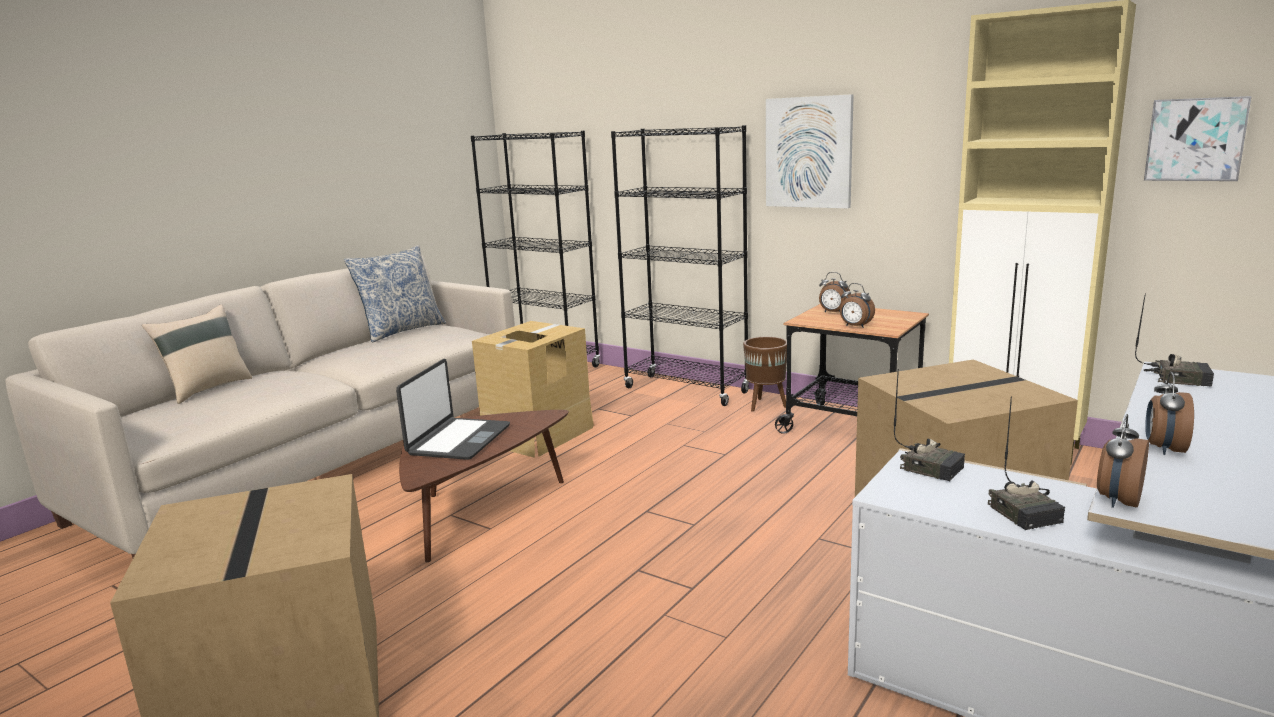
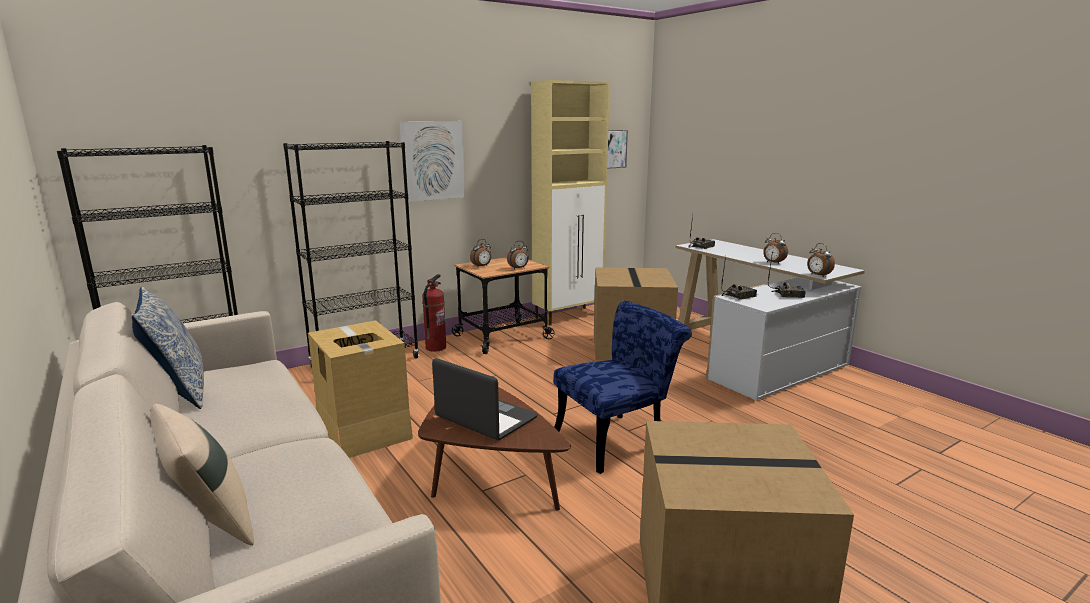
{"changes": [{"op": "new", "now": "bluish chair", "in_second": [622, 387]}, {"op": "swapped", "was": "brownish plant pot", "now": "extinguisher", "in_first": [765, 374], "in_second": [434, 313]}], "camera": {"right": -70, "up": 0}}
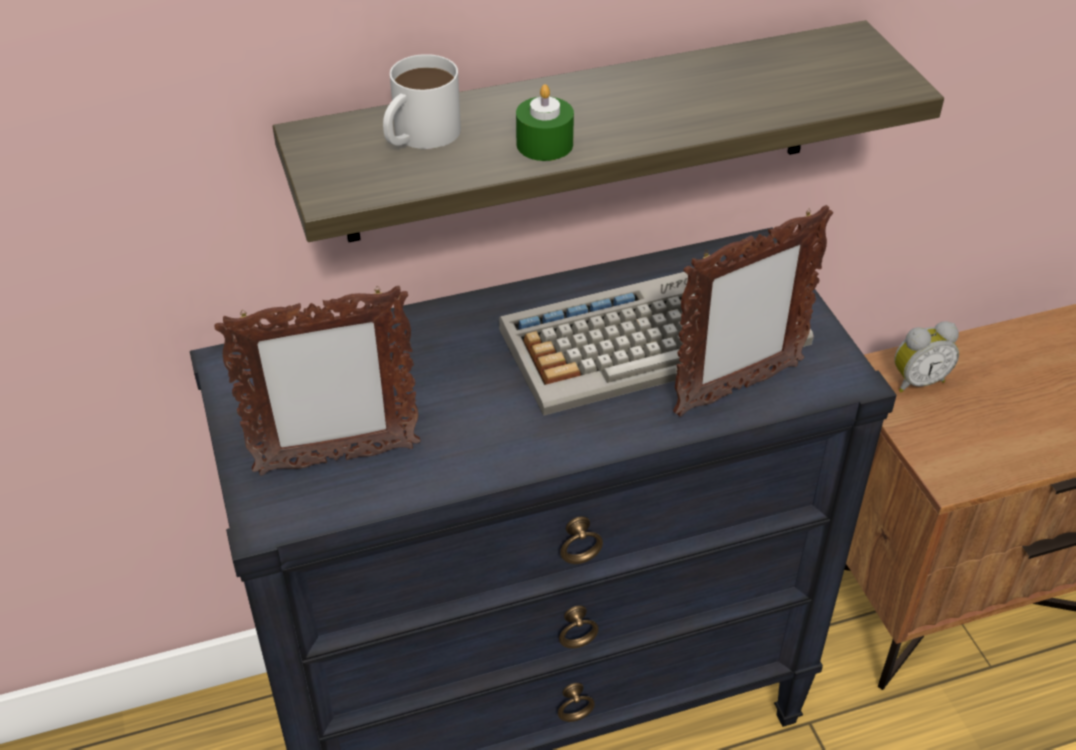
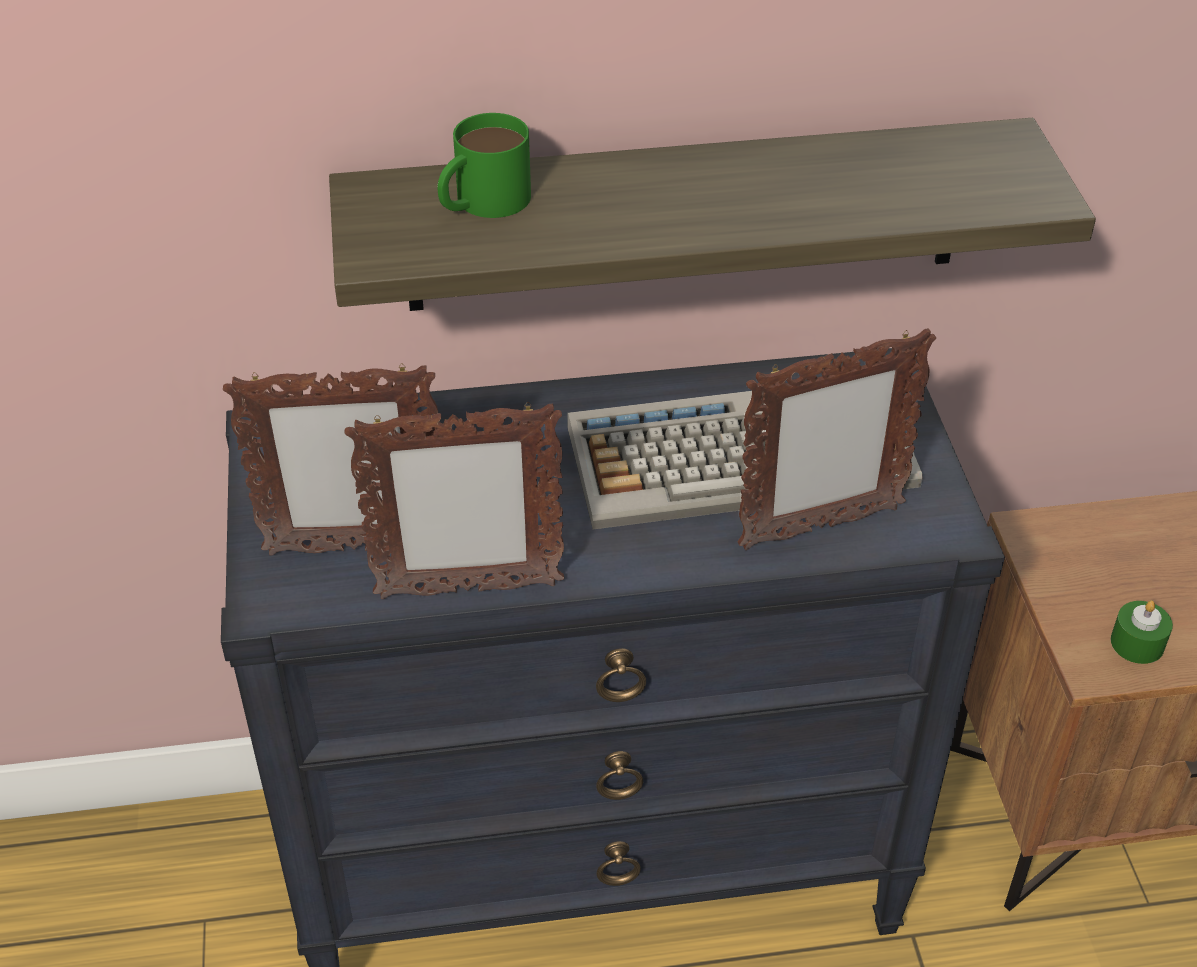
{"changes": [{"op": "gone", "was": "bedside clock", "in_first": [926, 357]}, {"op": "new", "now": "standing frame", "in_second": [454, 500]}, {"op": "shifted", "was": "greenish wax light", "in_first": [545, 122], "in_second": [1142, 632]}, {"op": "repainted", "was": "whitish coffee mug", "now": "greenish coffee mug", "in_first": [422, 101], "in_second": [484, 165]}], "camera": {"right": 10, "up": 0}}
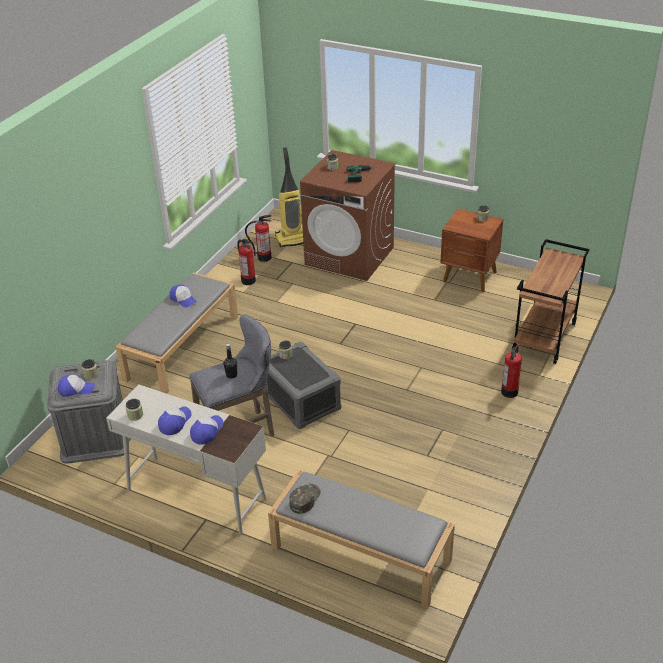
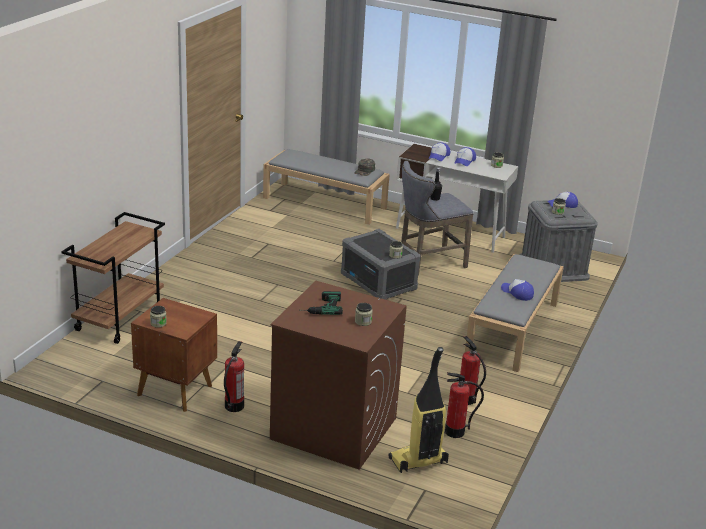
{"changes": [{"op": "shifted", "was": "extinguisher", "in_first": [511, 371], "in_second": [234, 376]}], "camera": {"right": 175, "up": -10}}
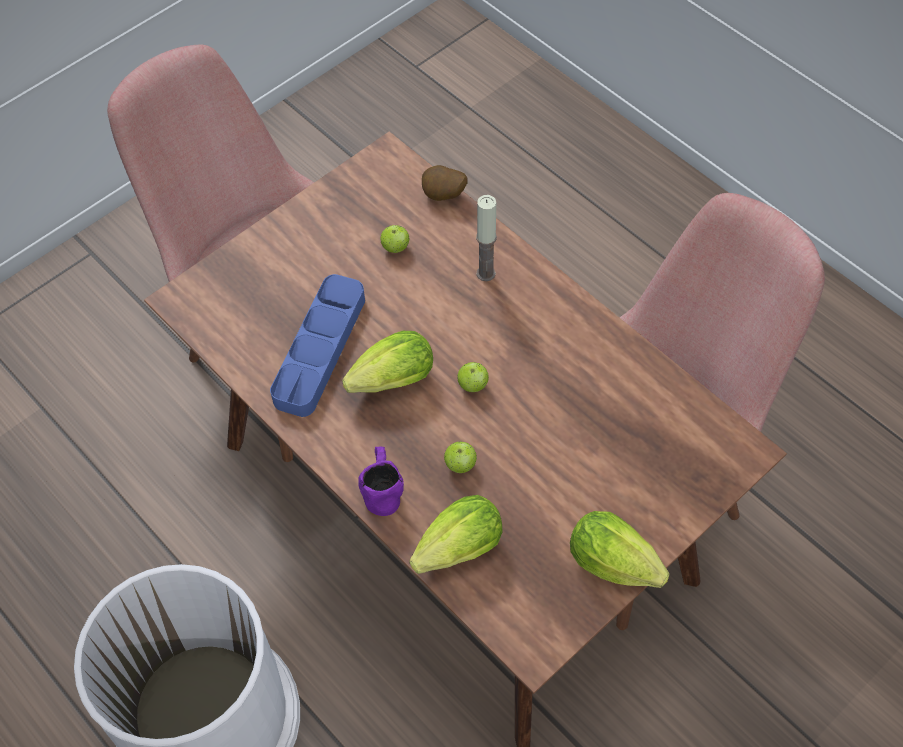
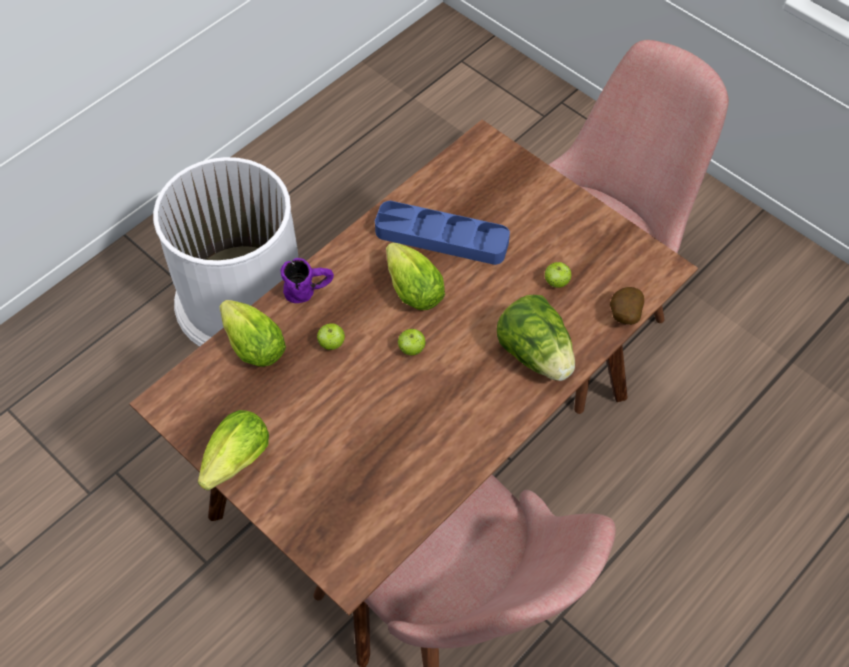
{"changes": [{"op": "swapped", "was": "wax light", "now": "lettuce", "in_first": [486, 238], "in_second": [536, 338]}], "camera": {"right": 85, "up": 0}}
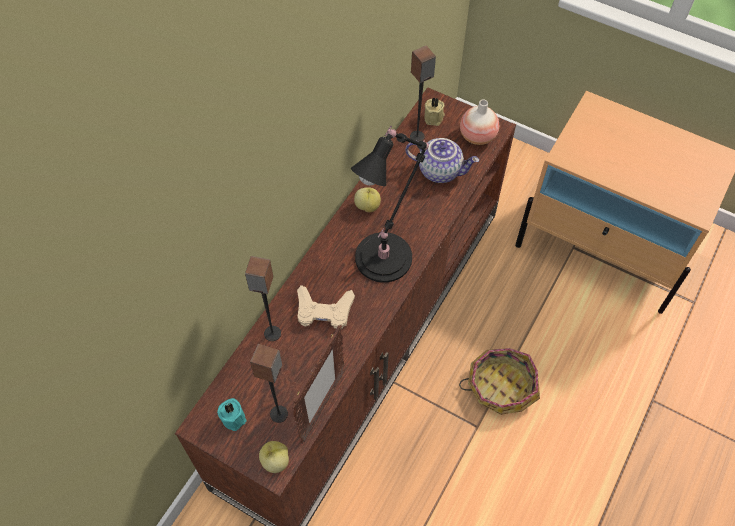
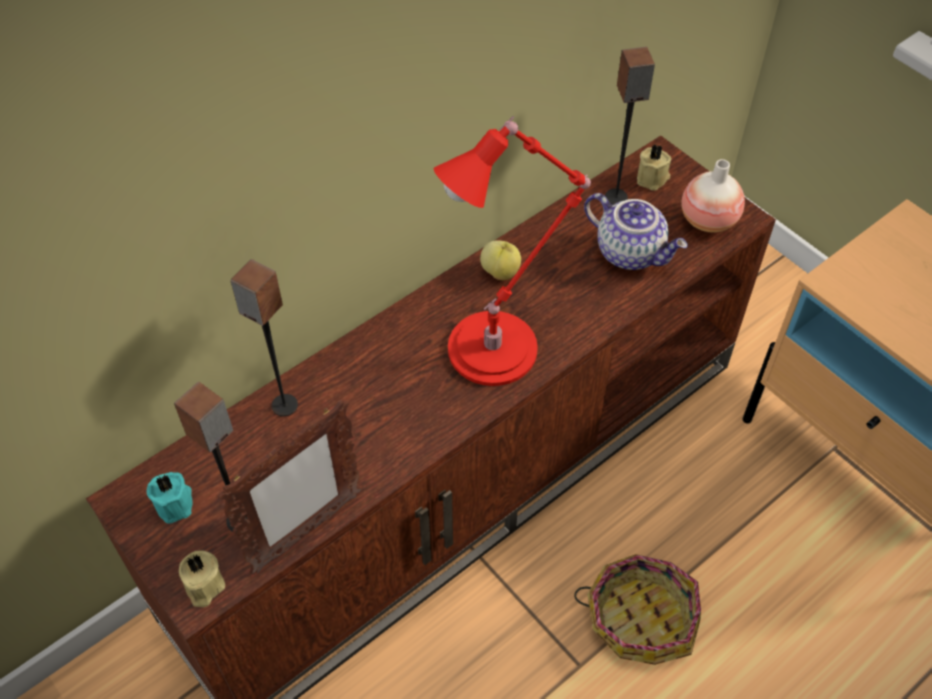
{"changes": [{"op": "gone", "was": "beige-coloured game controller", "in_first": [326, 307]}, {"op": "swapped", "was": "apple", "now": "beige-coloured wax light", "in_first": [274, 457], "in_second": [202, 579]}, {"op": "repainted", "was": "black-coloured table lamp", "now": "reddish table lamp", "in_first": [390, 204], "in_second": [512, 251]}], "camera": {"right": 20, "up": -5}}
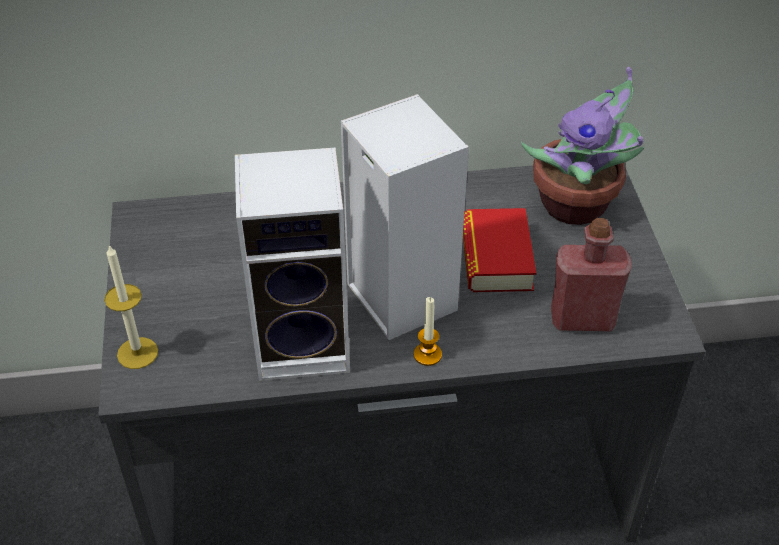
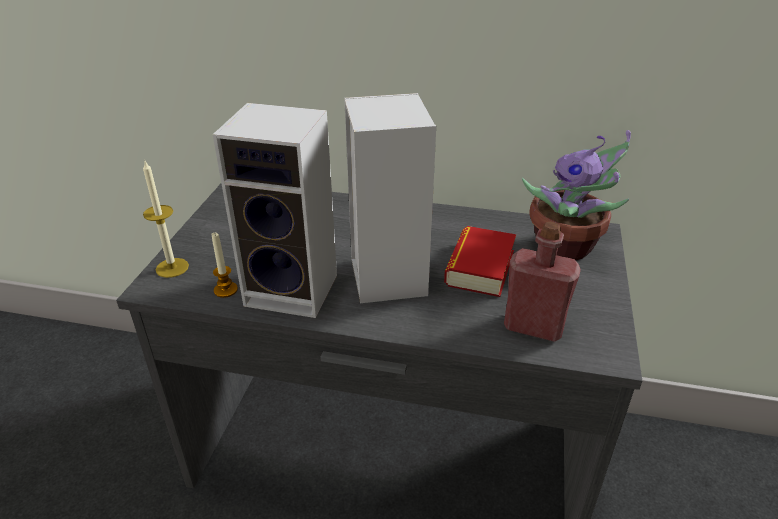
{"changes": [{"op": "shifted", "was": "wax light", "in_first": [428, 331], "in_second": [224, 265]}], "camera": {"right": 20, "up": -10}}
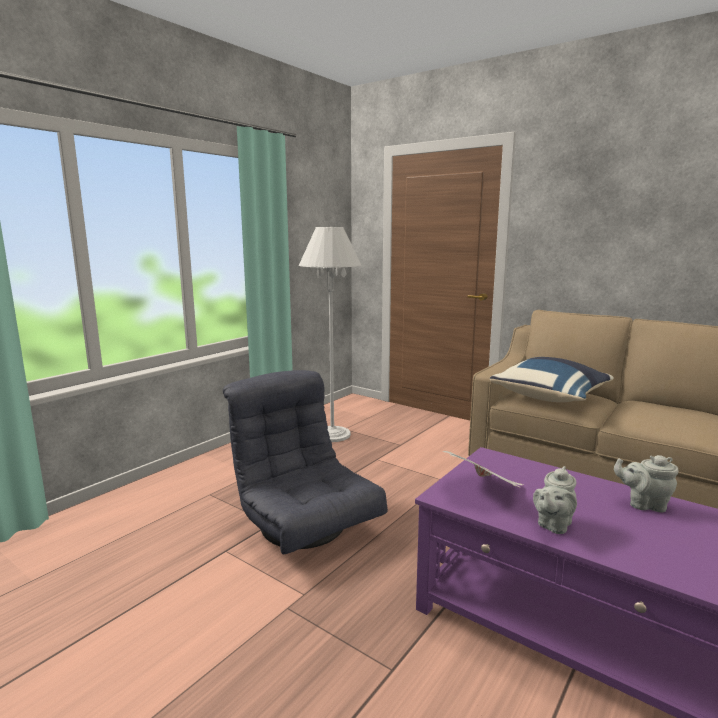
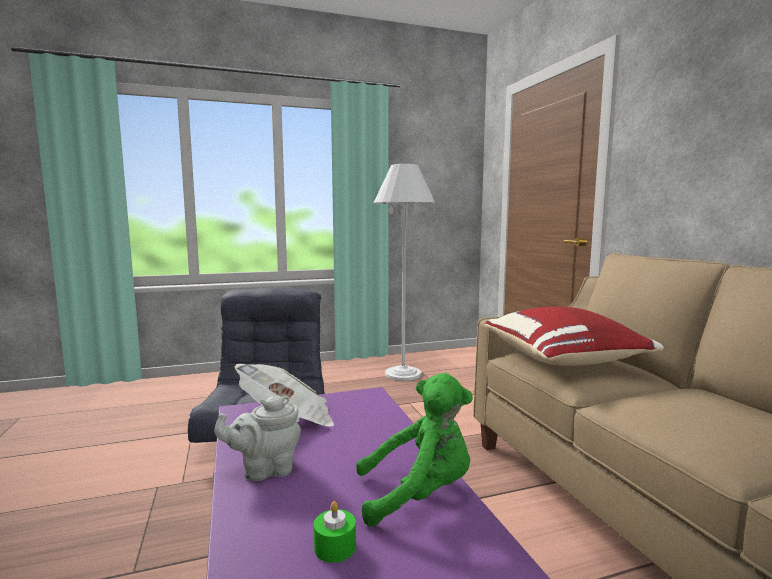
{"changes": [{"op": "new", "now": "greenish wax light", "in_second": [335, 532]}, {"op": "swapped", "was": "grey tea pot", "now": "greenish soft toy", "in_first": [646, 483], "in_second": [414, 450]}, {"op": "repainted", "was": "bluish cushion", "now": "reddish cushion", "in_first": [552, 379], "in_second": [574, 336]}], "camera": {"right": 35, "up": -5}}
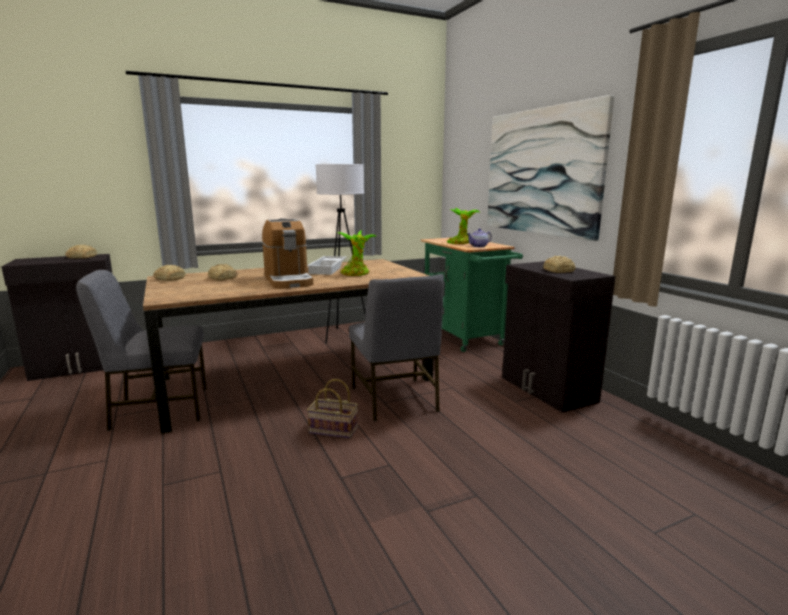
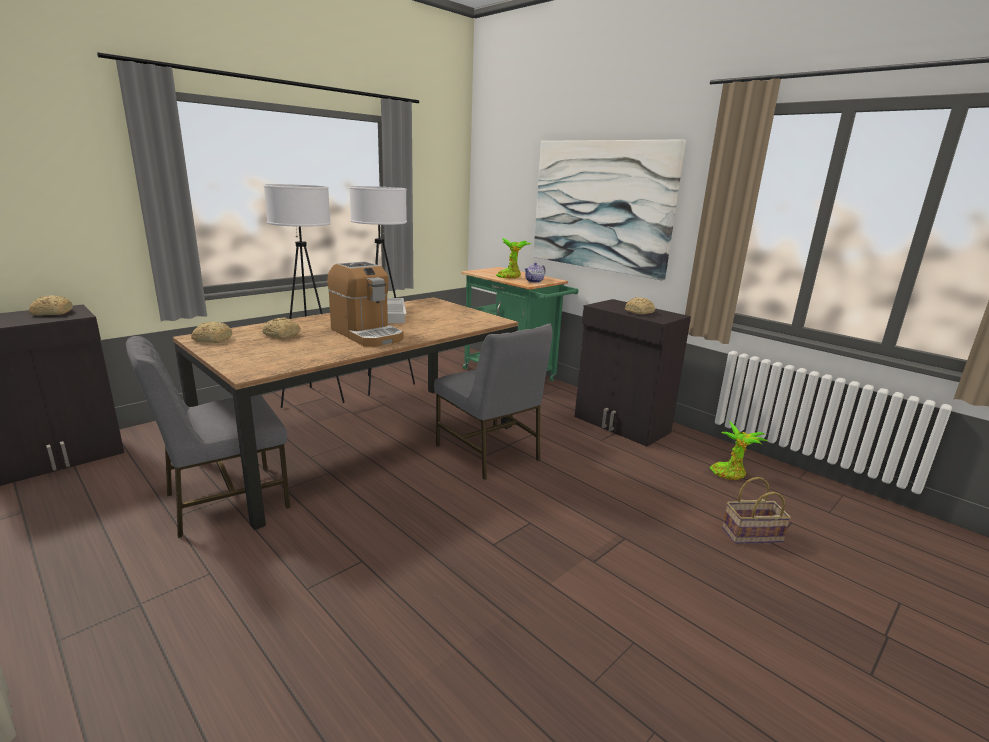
{"changes": [{"op": "new", "now": "whitish standing lamp", "in_second": [304, 296]}, {"op": "shifted", "was": "storage basket", "in_first": [332, 409], "in_second": [756, 510]}, {"op": "shifted", "was": "houseplant", "in_first": [357, 253], "in_second": [738, 450]}], "camera": {"right": -20, "up": 5}}
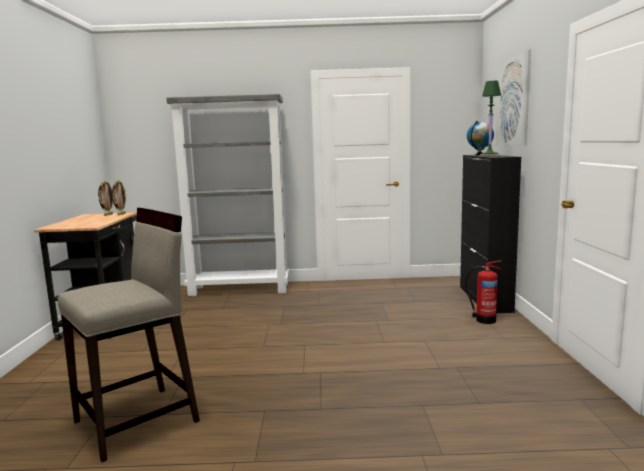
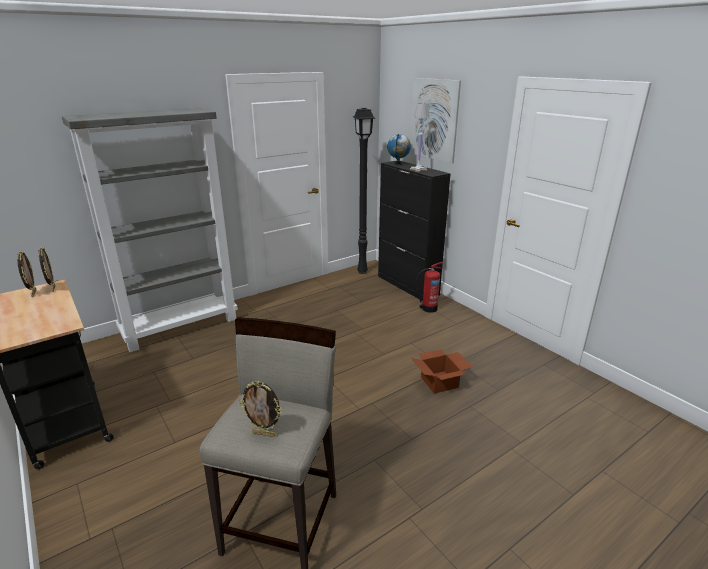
{"changes": [{"op": "new", "now": "standing frame", "in_second": [260, 409]}, {"op": "new", "now": "black-coloured standing lamp", "in_second": [364, 191]}, {"op": "new", "now": "cardboard box", "in_second": [441, 371]}, {"op": "repainted", "was": "greenish table lamp", "now": "whitish table lamp", "in_first": [490, 119], "in_second": [420, 137]}], "camera": {"right": -35, "up": 15}}
